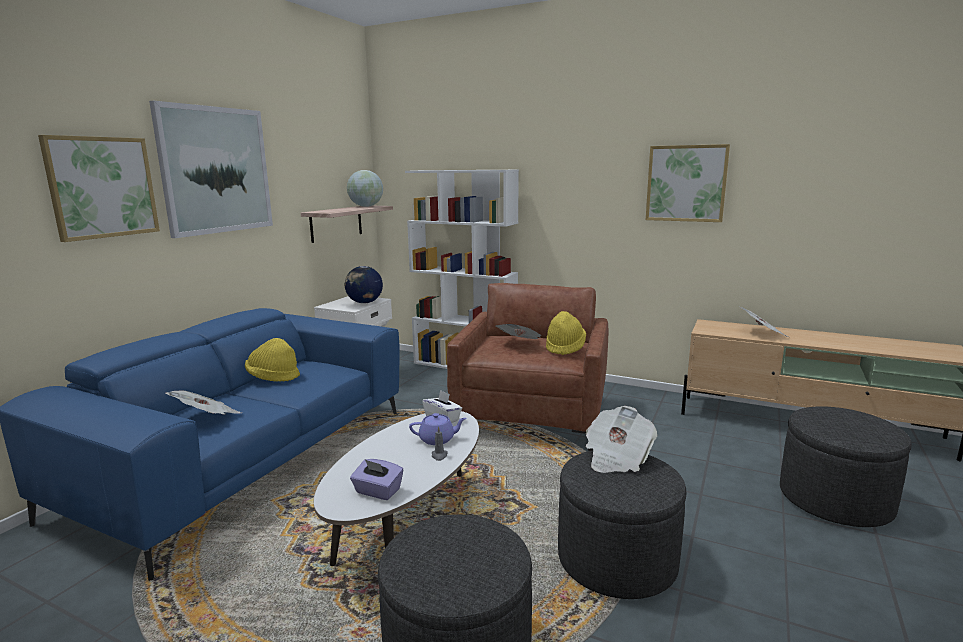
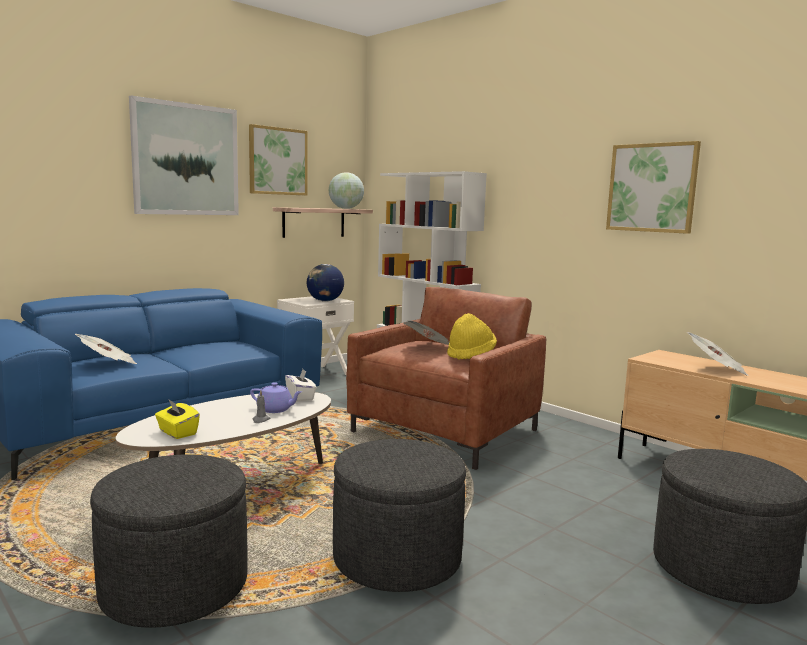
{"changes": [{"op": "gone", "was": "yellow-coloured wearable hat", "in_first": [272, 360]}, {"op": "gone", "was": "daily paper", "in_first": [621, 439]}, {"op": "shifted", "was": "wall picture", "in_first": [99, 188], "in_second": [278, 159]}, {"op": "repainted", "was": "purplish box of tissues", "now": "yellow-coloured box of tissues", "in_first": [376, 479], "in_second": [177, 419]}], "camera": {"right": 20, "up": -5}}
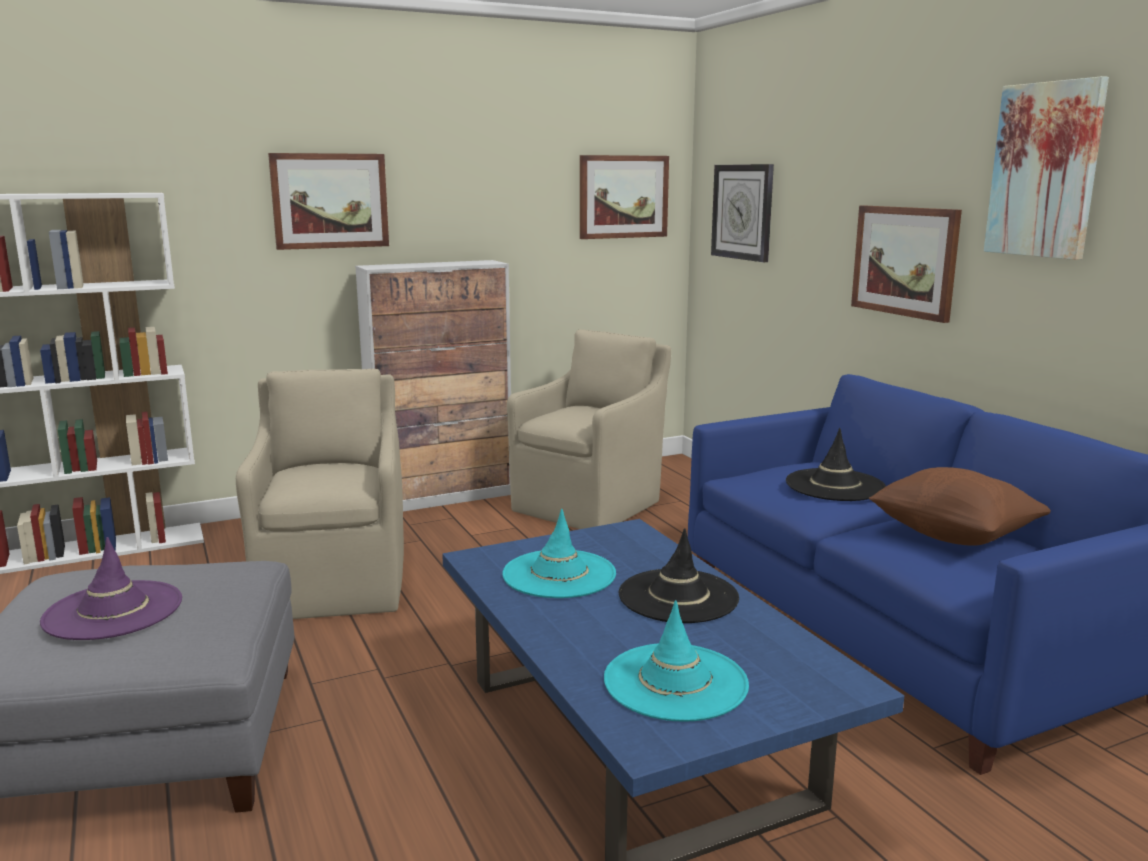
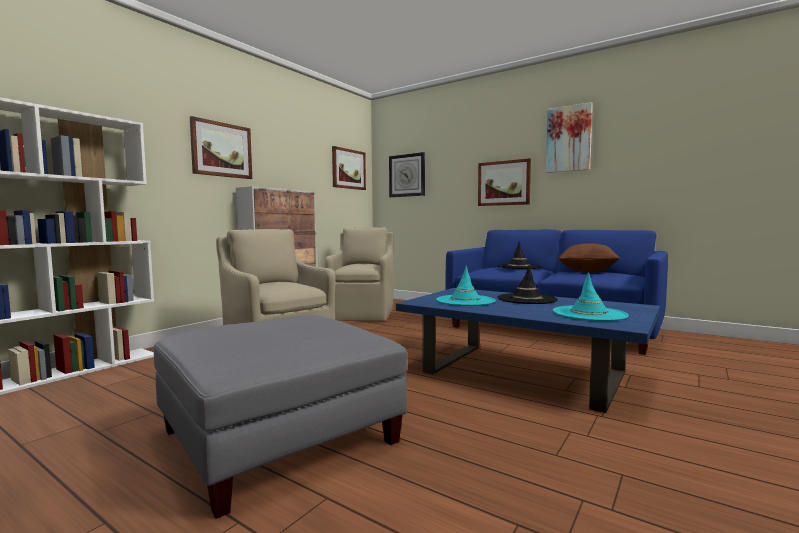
{"changes": [{"op": "gone", "was": "purplish wearable hat", "in_first": [111, 588]}], "camera": {"right": -30, "up": -10}}
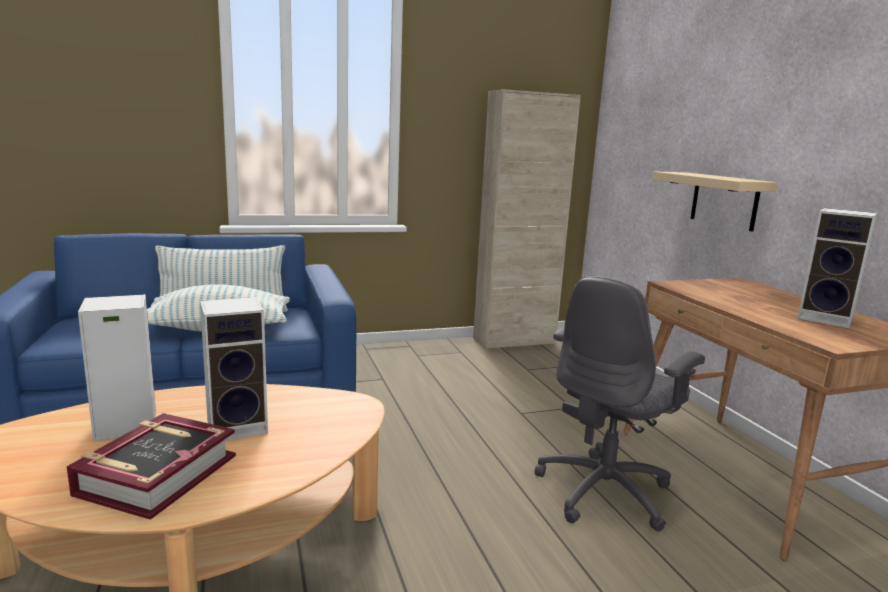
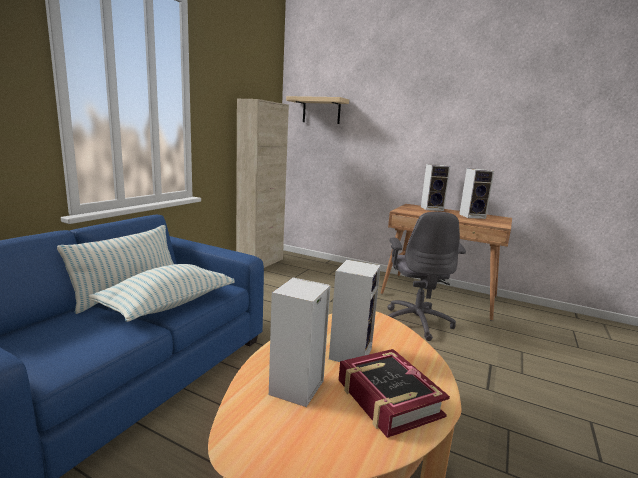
{"changes": [{"op": "new", "now": "audio speaker", "in_second": [435, 187]}, {"op": "shifted", "was": "beige-coloured wall shelf", "in_first": [715, 201], "in_second": [317, 110]}], "camera": {"right": -45, "up": 0}}
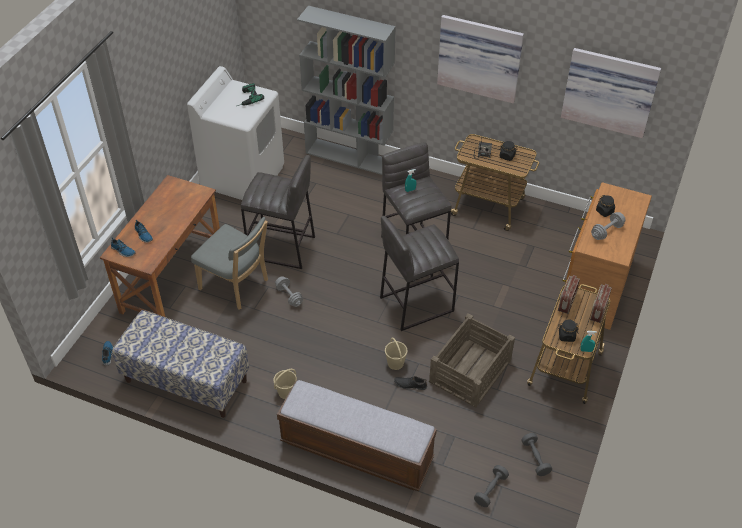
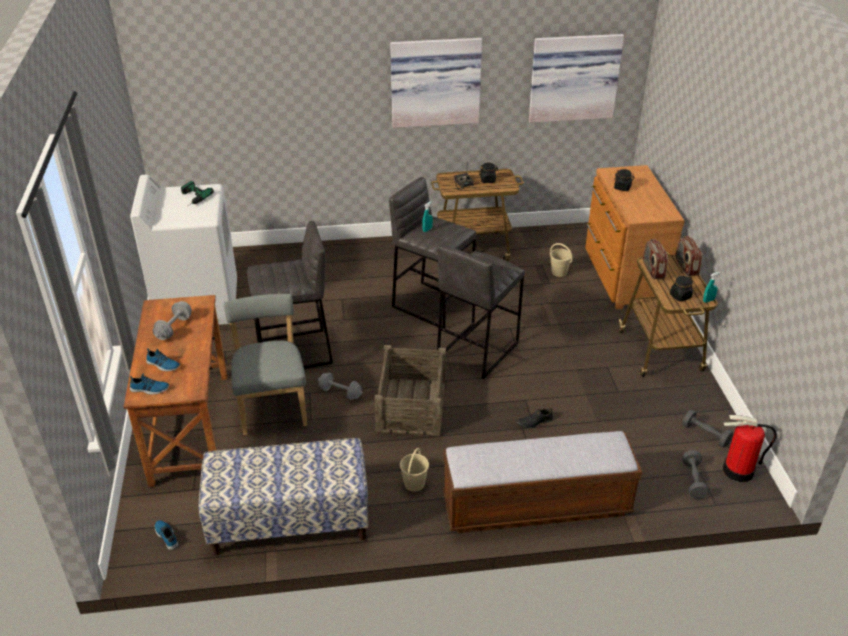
{"changes": [{"op": "gone", "was": "grey shelving unit", "in_first": [346, 90]}, {"op": "new", "now": "extinguisher", "in_second": [750, 448]}, {"op": "shifted", "was": "beige-coloured pail", "in_first": [396, 354], "in_second": [561, 260]}, {"op": "shifted", "was": "shipping crate", "in_first": [472, 361], "in_second": [410, 390]}, {"op": "shifted", "was": "grey hand weight", "in_first": [608, 226], "in_second": [172, 320]}, {"op": "rotated", "was": "grey chair", "in_first": [229, 263], "in_second": [265, 364], "clockwise": -105}], "camera": {"right": -30, "up": -10}}
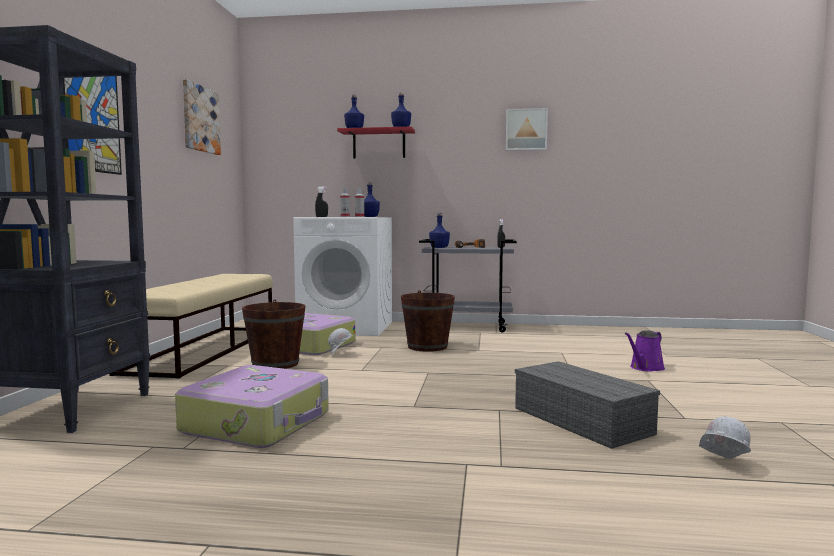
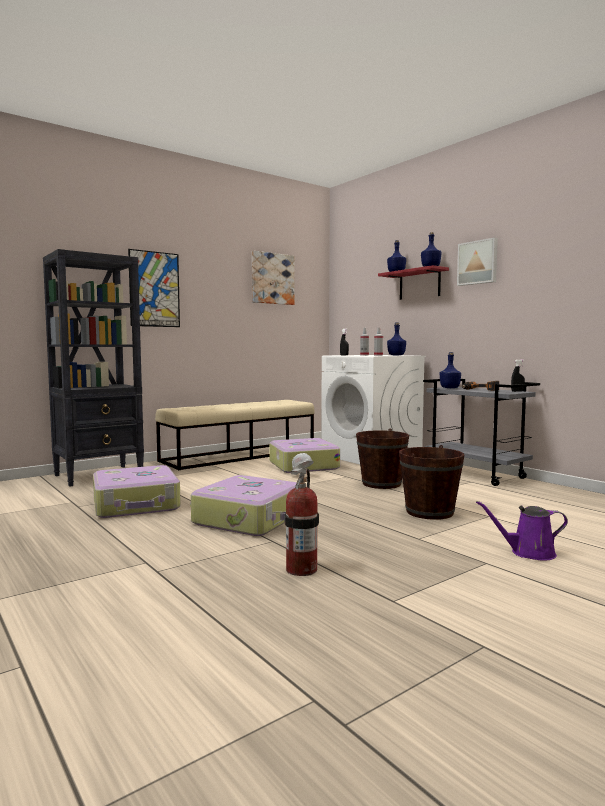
{"changes": [{"op": "gone", "was": "whitish hard hat", "in_first": [725, 437]}, {"op": "new", "now": "suitcase", "in_second": [244, 505]}, {"op": "shifted", "was": "brownish pail", "in_first": [273, 334], "in_second": [431, 482]}, {"op": "shifted", "was": "wall picture", "in_first": [527, 129], "in_second": [477, 261]}, {"op": "swapped", "was": "grey storage container", "now": "extinguisher", "in_first": [587, 405], "in_second": [301, 522]}], "camera": {"right": 45, "up": 0}}
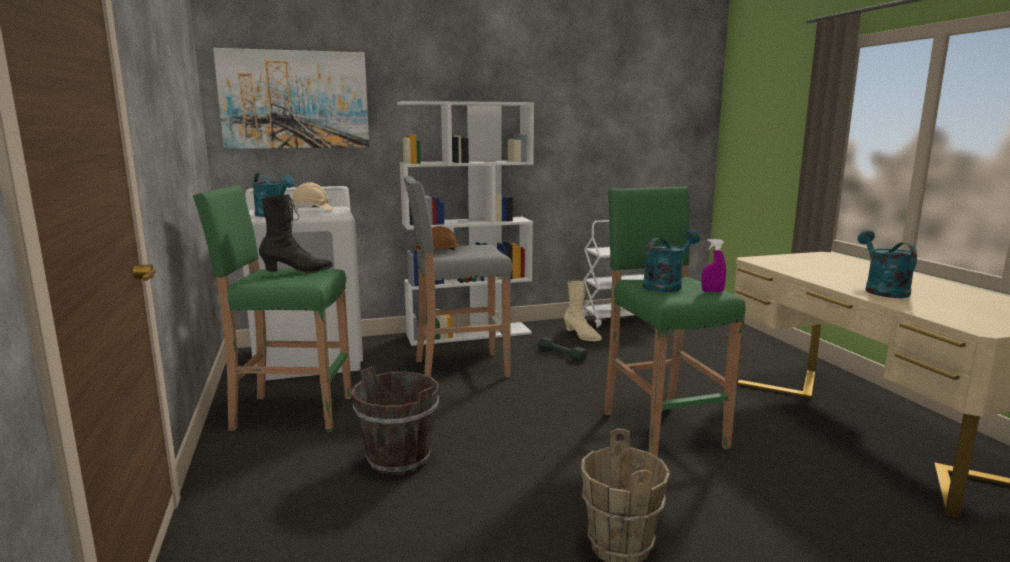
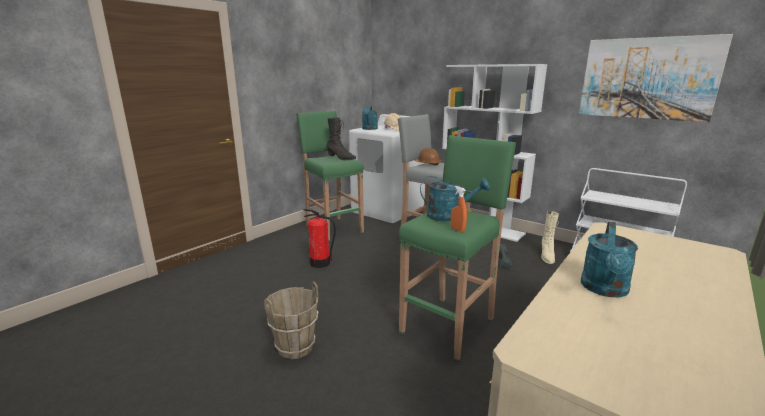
{"changes": [{"op": "shifted", "was": "wall picture", "in_first": [291, 98], "in_second": [656, 78]}, {"op": "swapped", "was": "brownish pail", "now": "extinguisher", "in_first": [395, 420], "in_second": [319, 238]}, {"op": "repainted", "was": "purplish hand sprayer", "now": "orange-coloured hand sprayer", "in_first": [714, 265], "in_second": [459, 209]}, {"op": "rotated", "was": "blue-green sprinkling can", "in_first": [887, 264], "in_second": [609, 259], "clockwise": 150}], "camera": {"right": 55, "up": 5}}
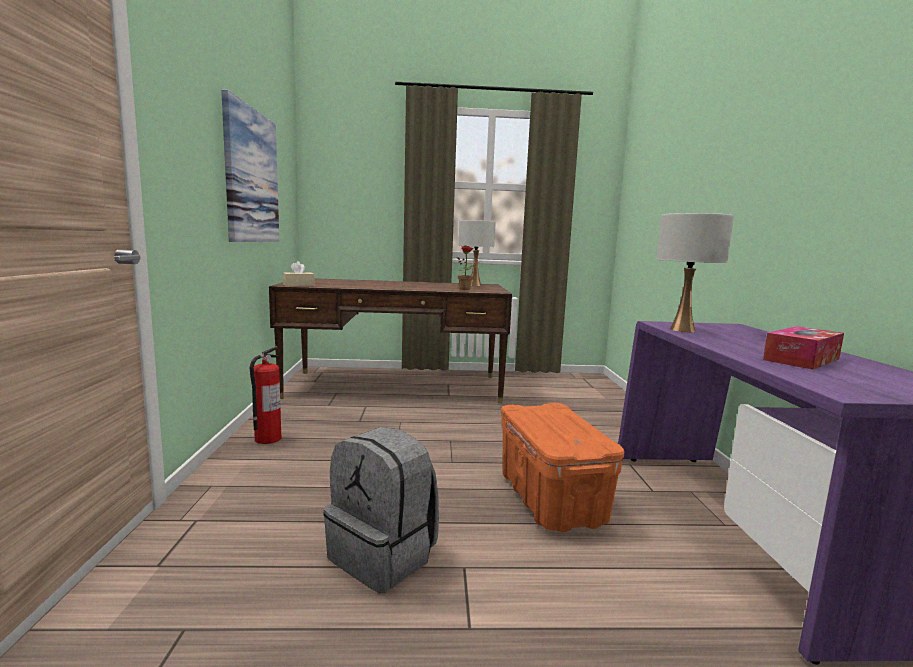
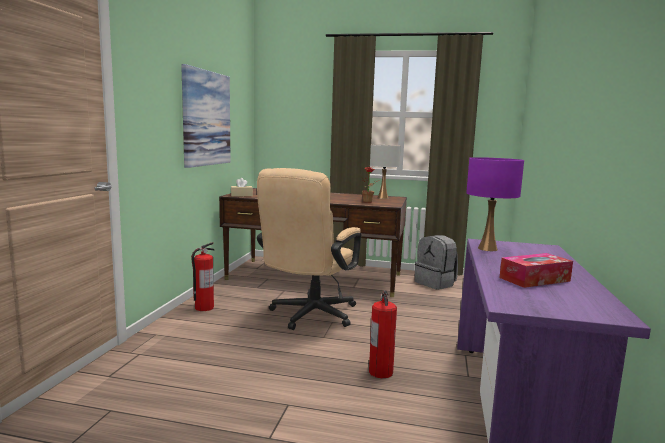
{"changes": [{"op": "new", "now": "beige-coloured desk chair", "in_second": [309, 249]}, {"op": "shifted", "was": "grey knapsack", "in_first": [381, 510], "in_second": [436, 262]}, {"op": "swapped", "was": "orange-coloured storage container", "now": "extinguisher", "in_first": [563, 467], "in_second": [383, 334]}, {"op": "repainted", "was": "whitish table lamp", "now": "purplish table lamp", "in_first": [695, 272], "in_second": [495, 204]}], "camera": {"right": 15, "up": 0}}
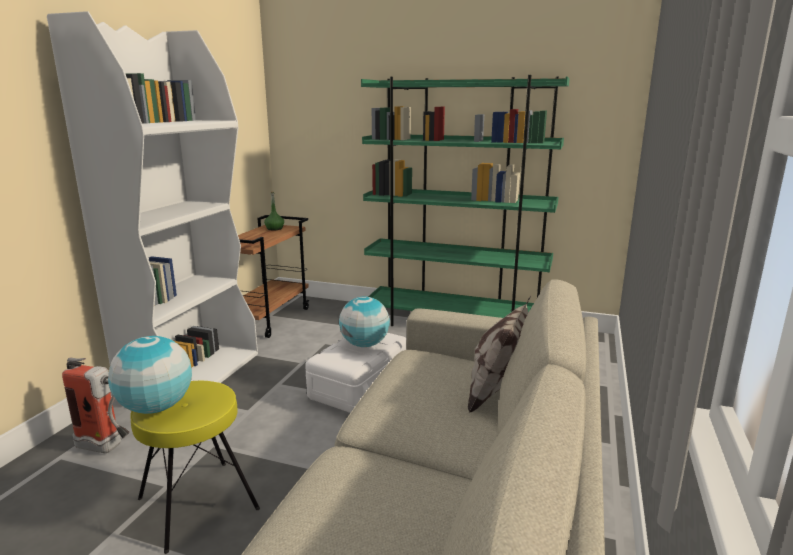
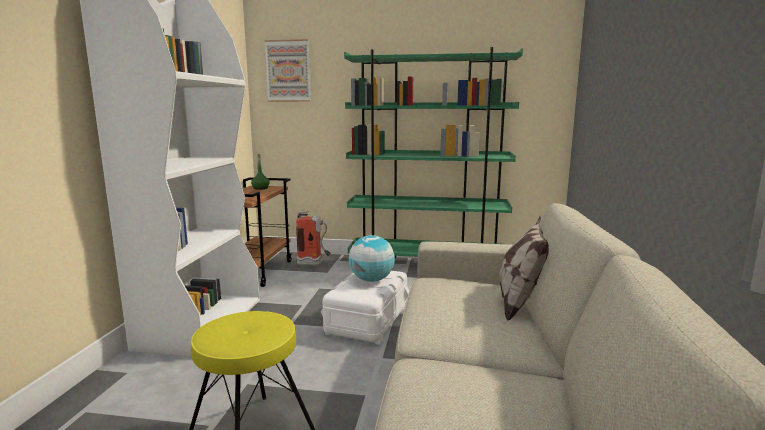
{"changes": [{"op": "gone", "was": "globe", "in_first": [150, 375]}, {"op": "new", "now": "wall picture", "in_second": [287, 70]}, {"op": "shifted", "was": "extinguisher", "in_first": [96, 405], "in_second": [313, 238]}], "camera": {"right": -10, "up": -5}}
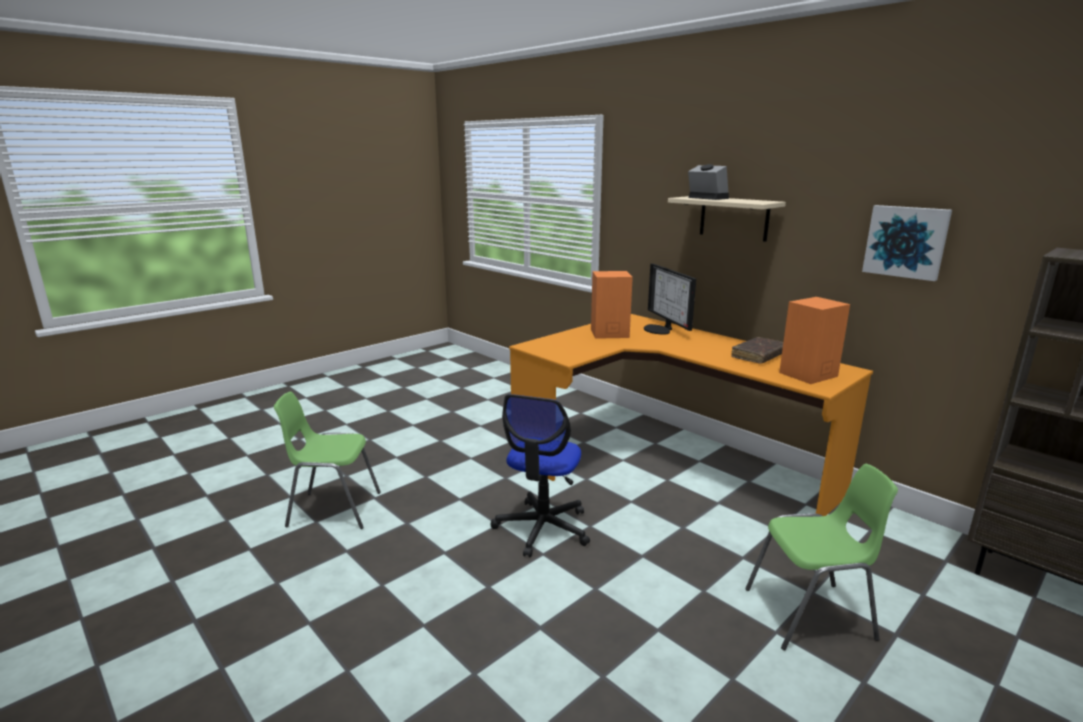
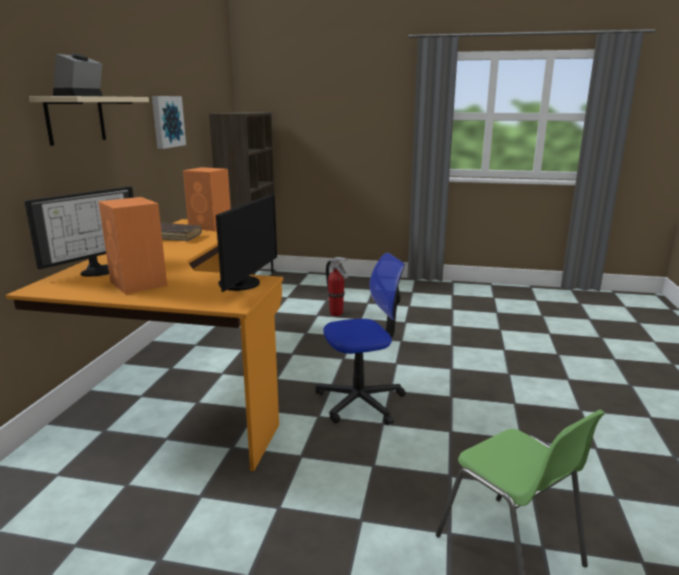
{"changes": [{"op": "new", "now": "computer screen", "in_second": [246, 243]}, {"op": "swapped", "was": "greenish chair", "now": "extinguisher", "in_first": [821, 557], "in_second": [338, 286]}], "camera": {"right": -125, "up": 0}}
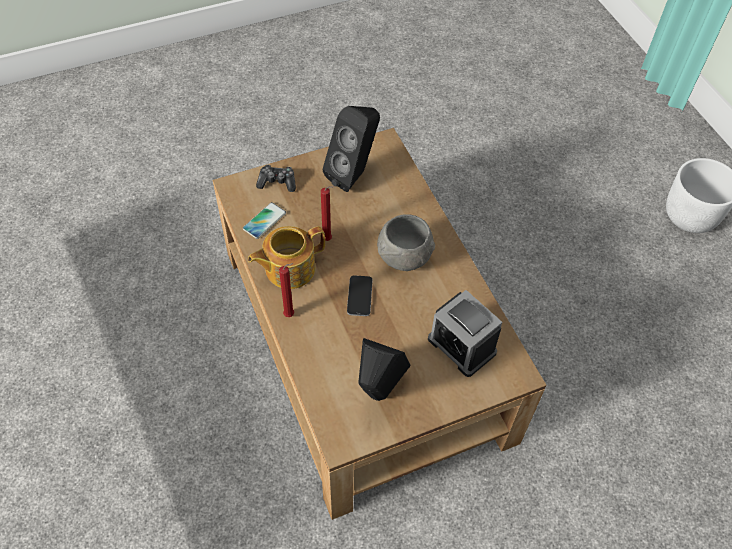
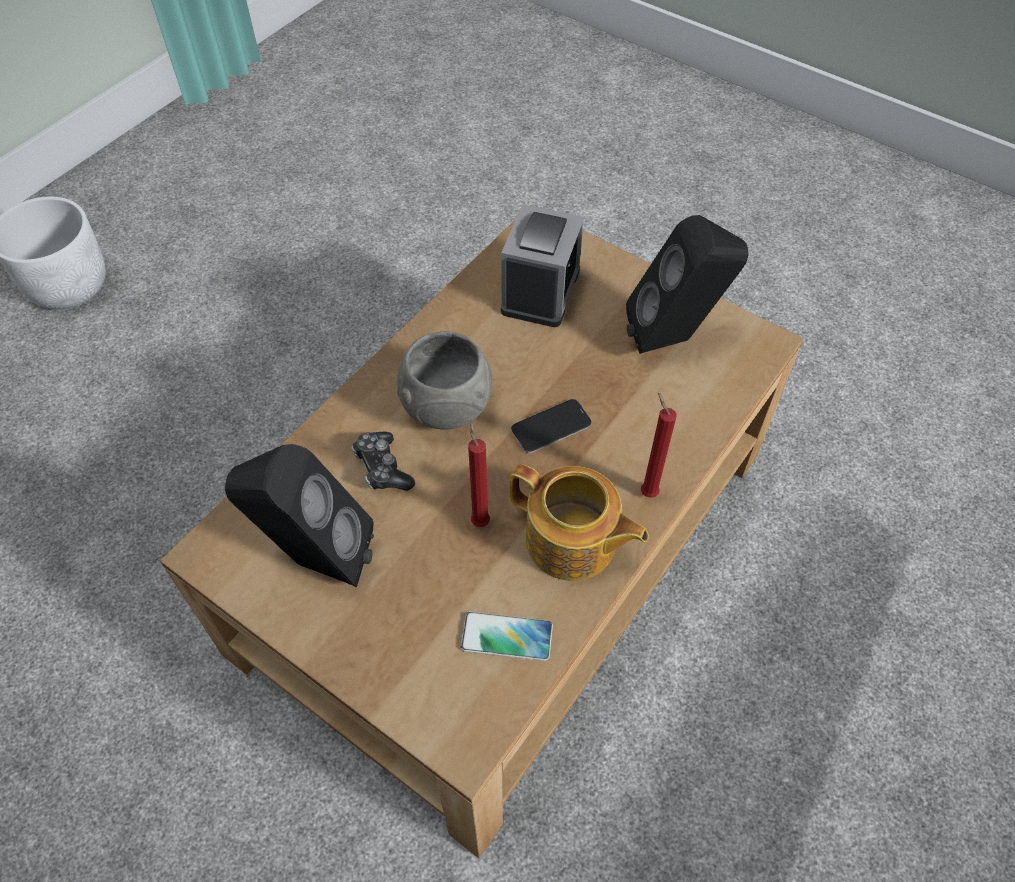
{"changes": [{"op": "shifted", "was": "game controller", "in_first": [276, 178], "in_second": [383, 461]}], "camera": {"right": -120, "up": 0}}
